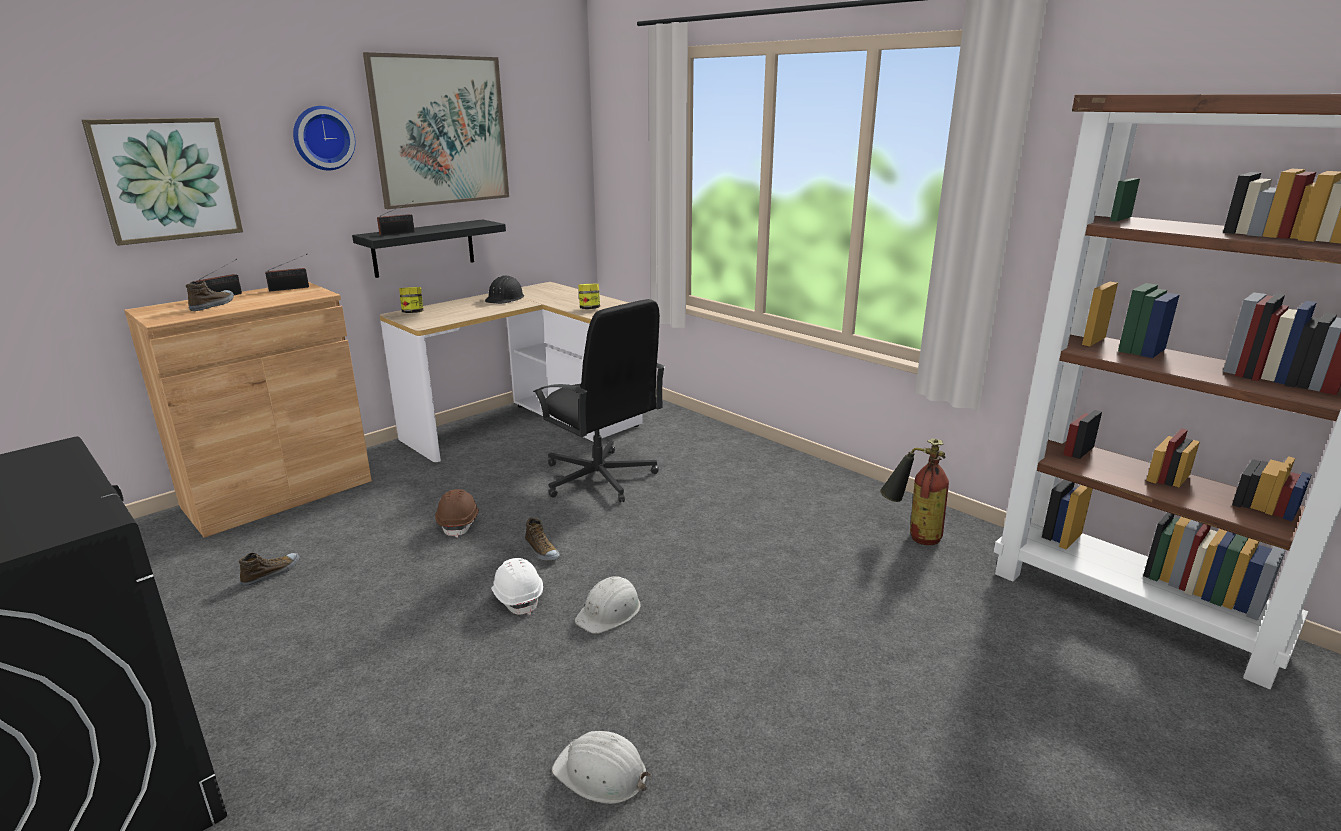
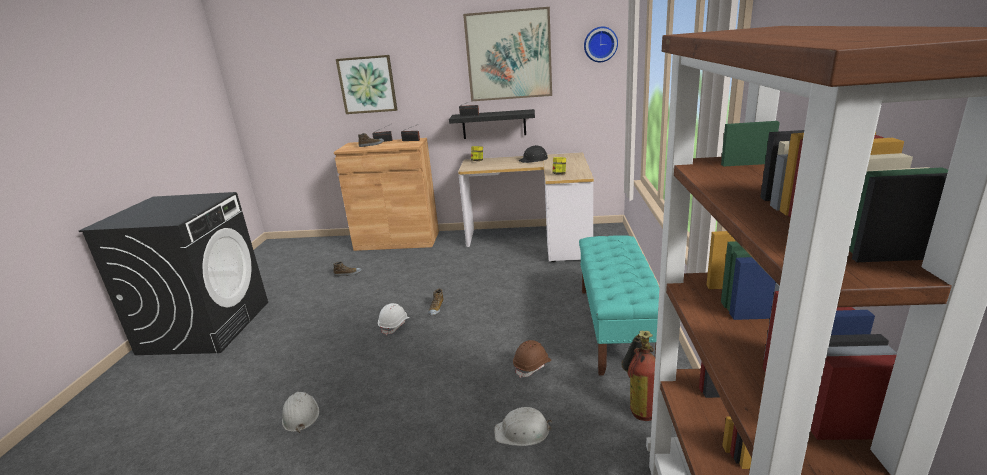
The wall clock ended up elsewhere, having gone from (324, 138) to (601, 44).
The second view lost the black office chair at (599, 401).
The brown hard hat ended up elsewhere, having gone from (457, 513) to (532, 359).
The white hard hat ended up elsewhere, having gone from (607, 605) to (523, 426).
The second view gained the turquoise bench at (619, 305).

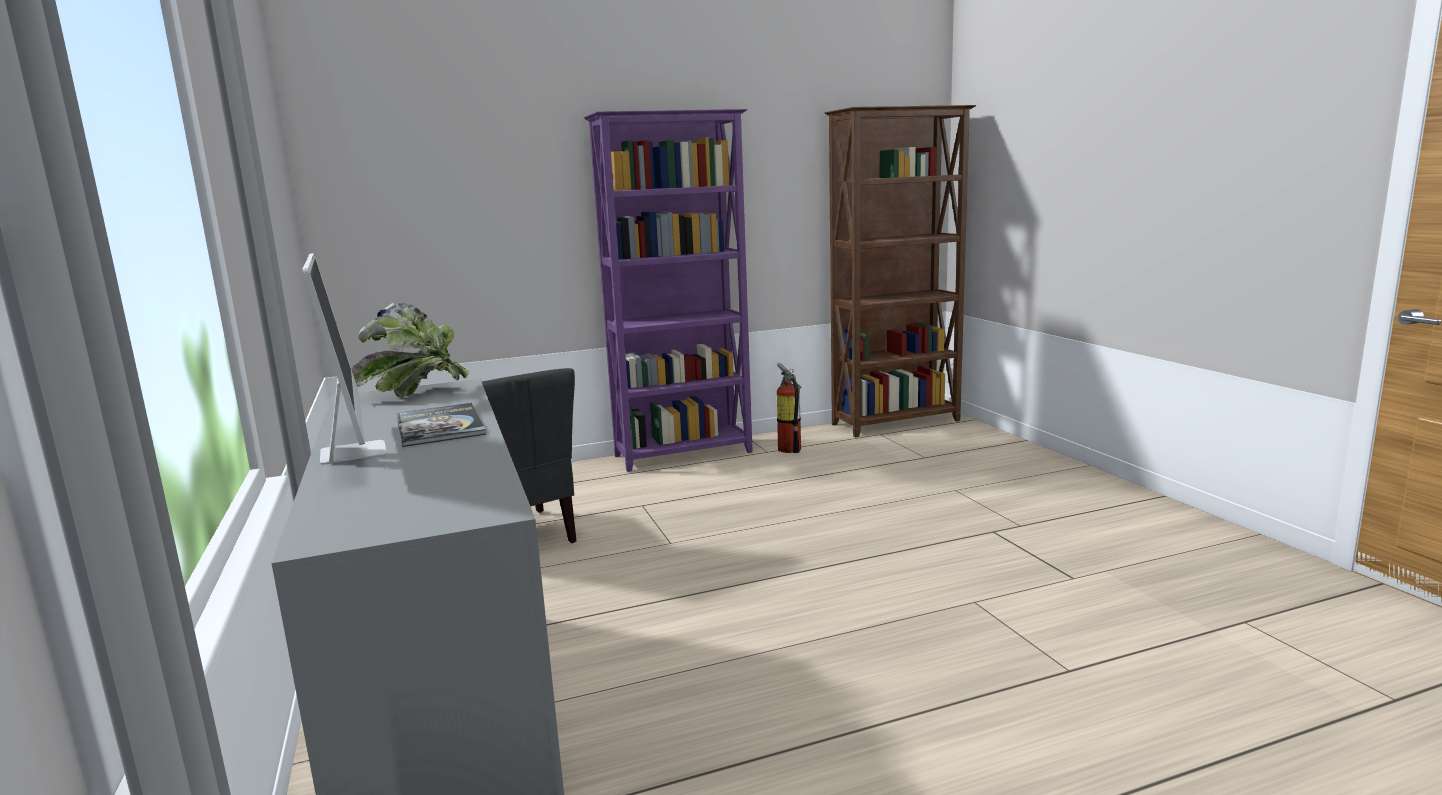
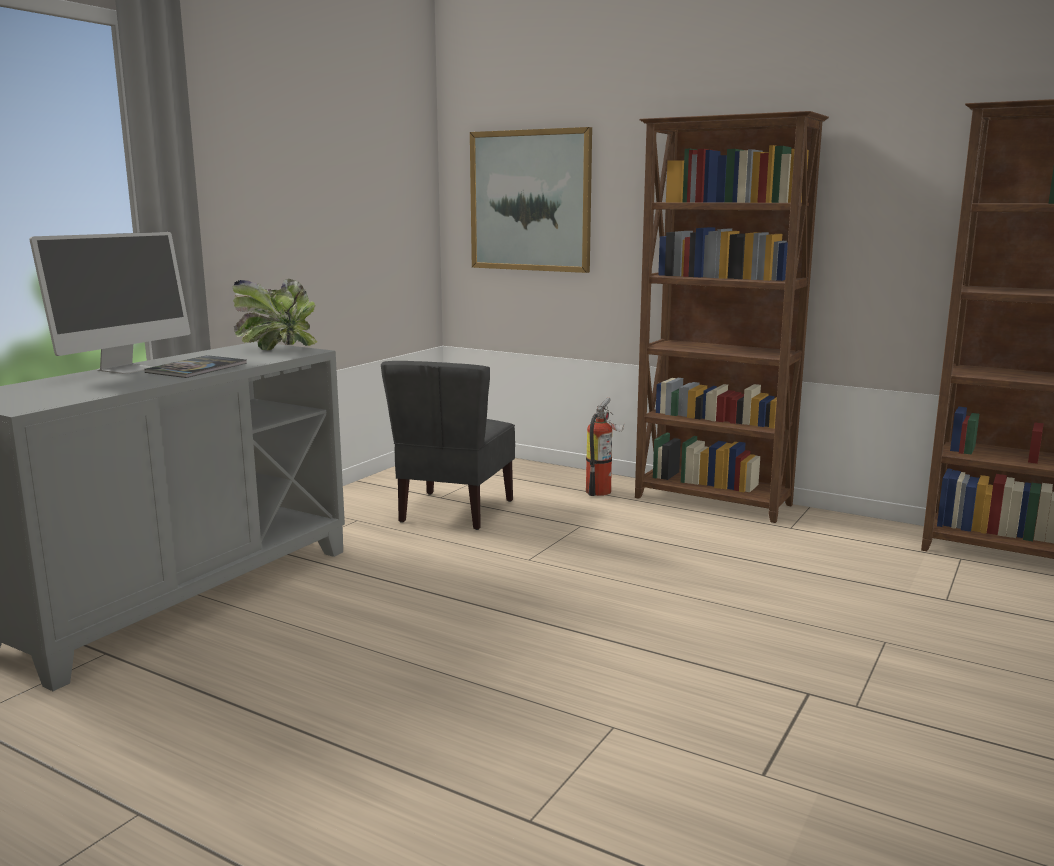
What was the purple bookcase at (668, 290) turned into the brown bookcase at (732, 317).
The fire extinguisher ended up elsewhere, having gone from (789, 408) to (605, 447).
The second view gained the picture at (531, 200).

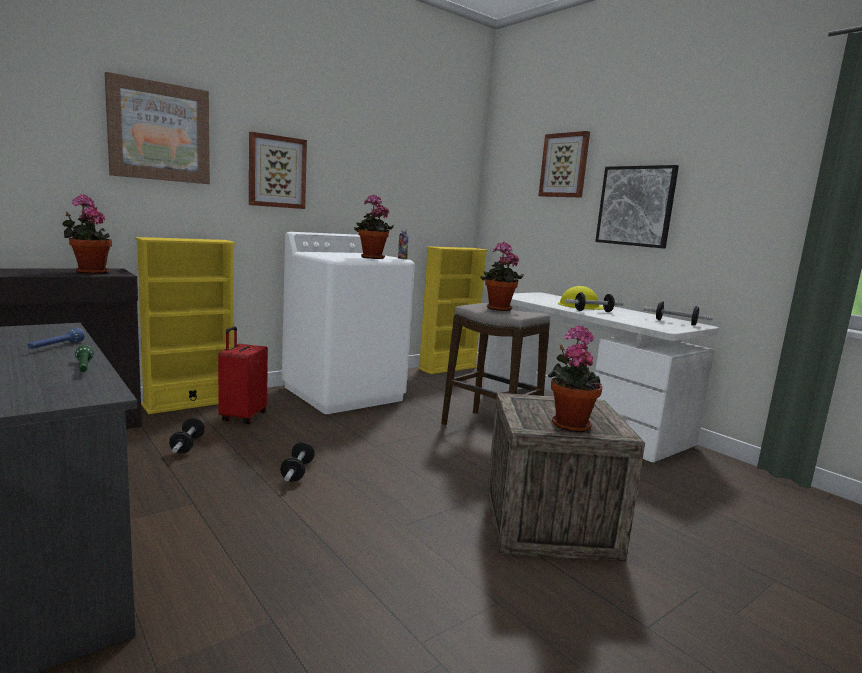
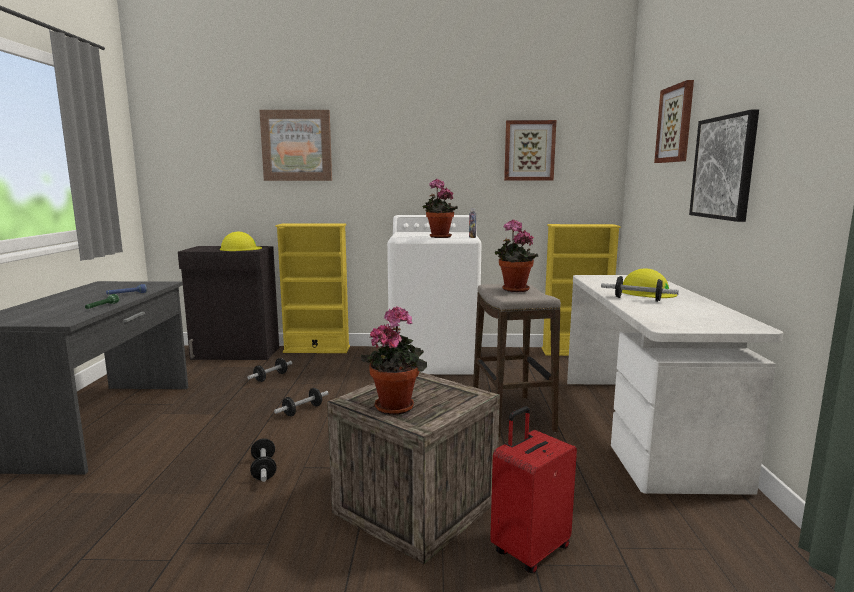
The picture ended up elsewhere, having gone from (278, 170) to (530, 150).
Where the potted plant stood at (87, 234), the yellow hard hat came to stand at (241, 241).
The dumbbell ended up elsewhere, having gone from (678, 313) to (263, 460).
The red suitcase ended up elsewhere, having gone from (243, 375) to (533, 489).

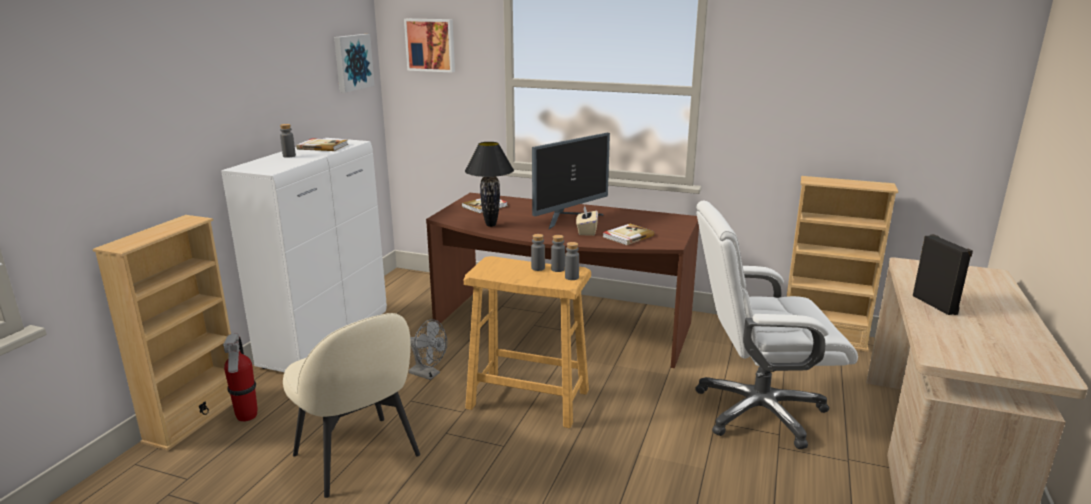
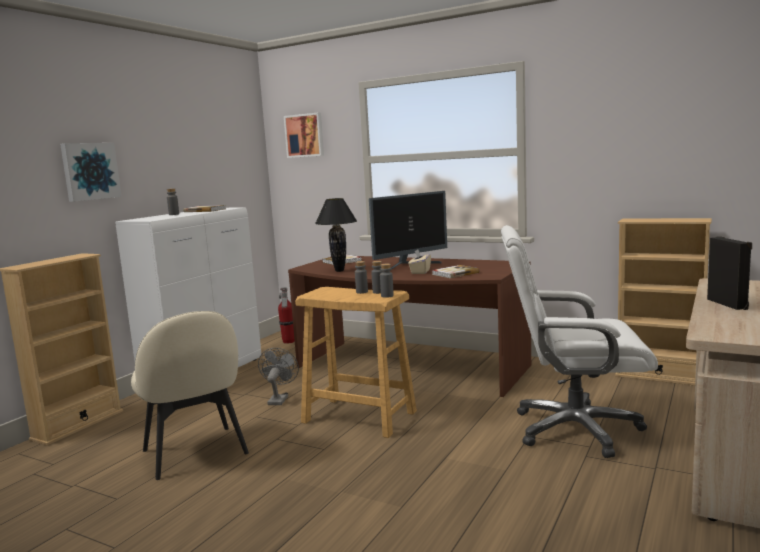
The picture ended up elsewhere, having gone from (354, 63) to (91, 172).
The grey fan at (428, 349) ended up facing another way, 120 degrees counterclockwise from before.
The fire extinguisher ended up elsewhere, having gone from (240, 378) to (286, 315).

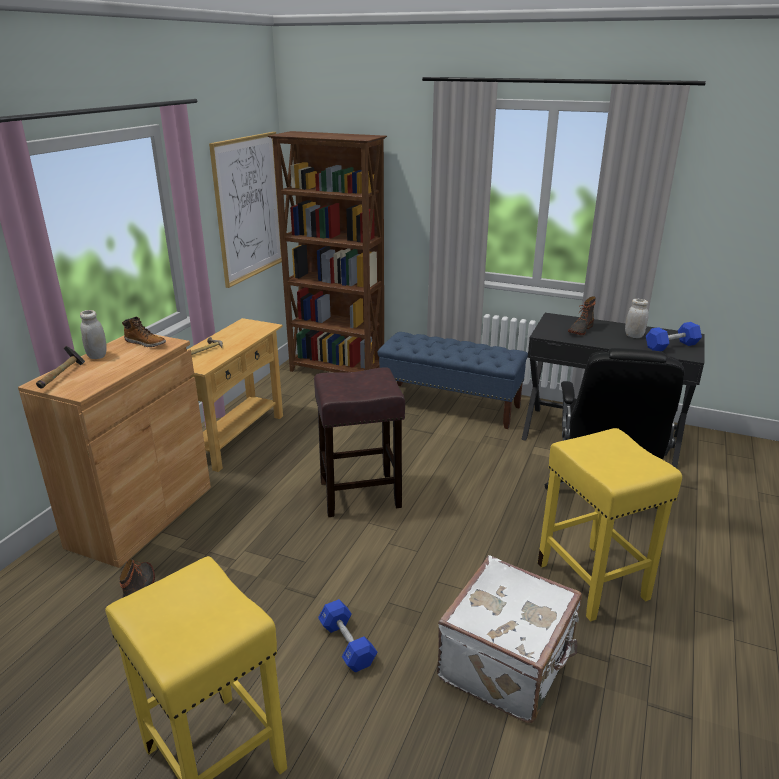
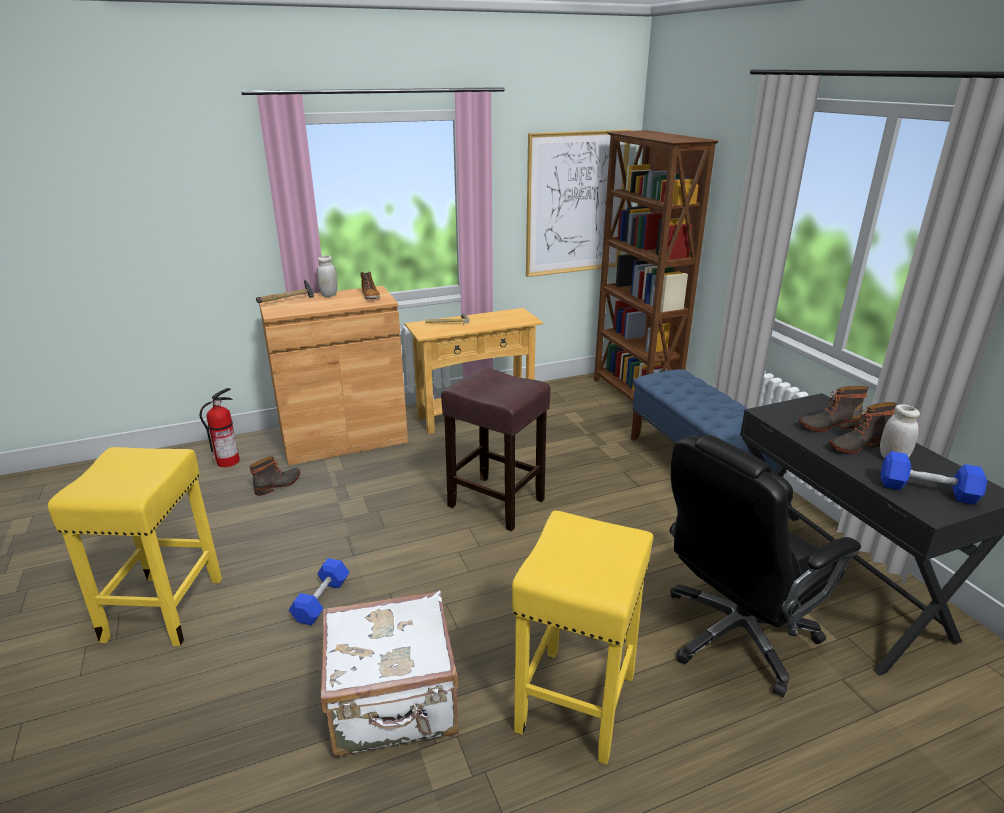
The second view gained the fire extinguisher at (220, 427).
The second view gained the boot at (862, 428).

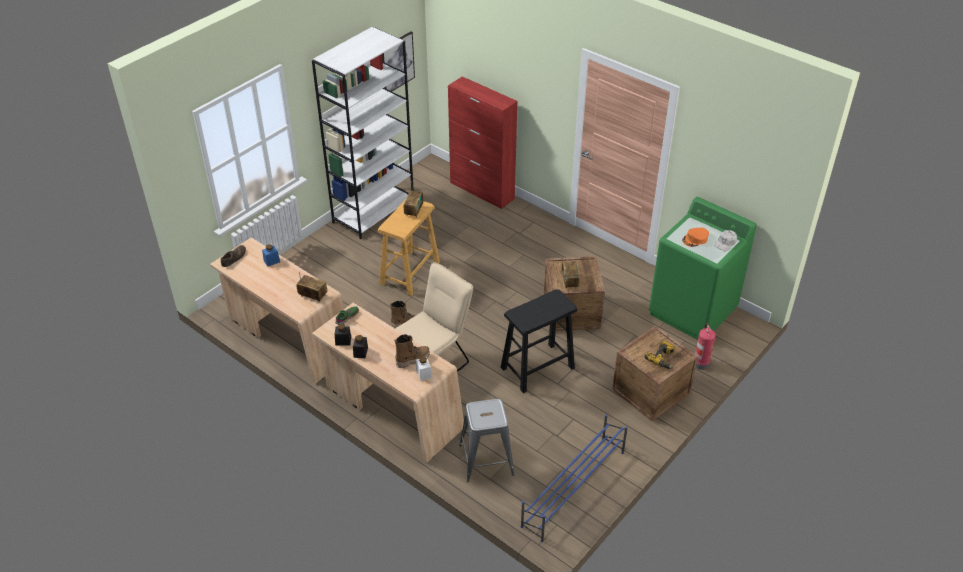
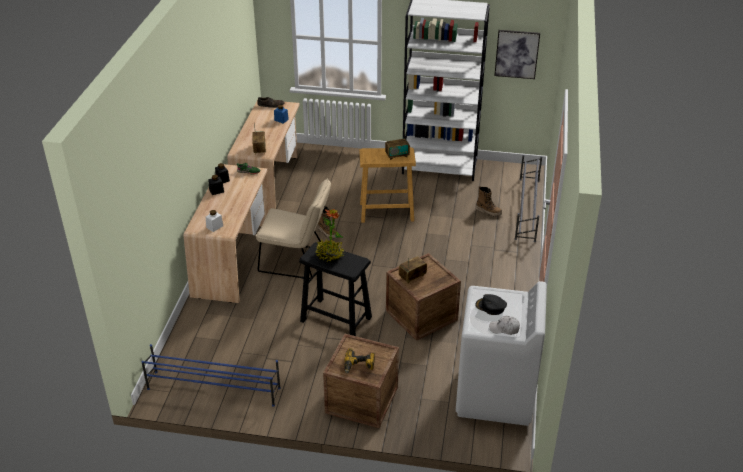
Where the red cabinet stood at (482, 142), the grey shoe rack came to stand at (528, 198).
What was the green washing machine at (703, 268) turned into the white washing machine at (501, 353).
What was the orange cap at (695, 237) turned into the black cap at (491, 304).
The second view lost the fire extinguisher at (705, 346).
The boot ended up elsewhere, having gone from (412, 351) to (489, 201).
The second view lost the grey stool at (487, 440).
The second view gained the potted plant at (330, 235).

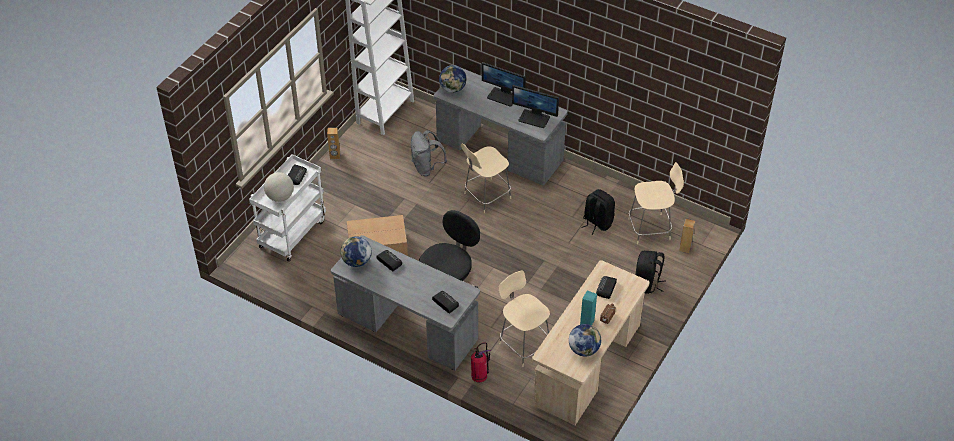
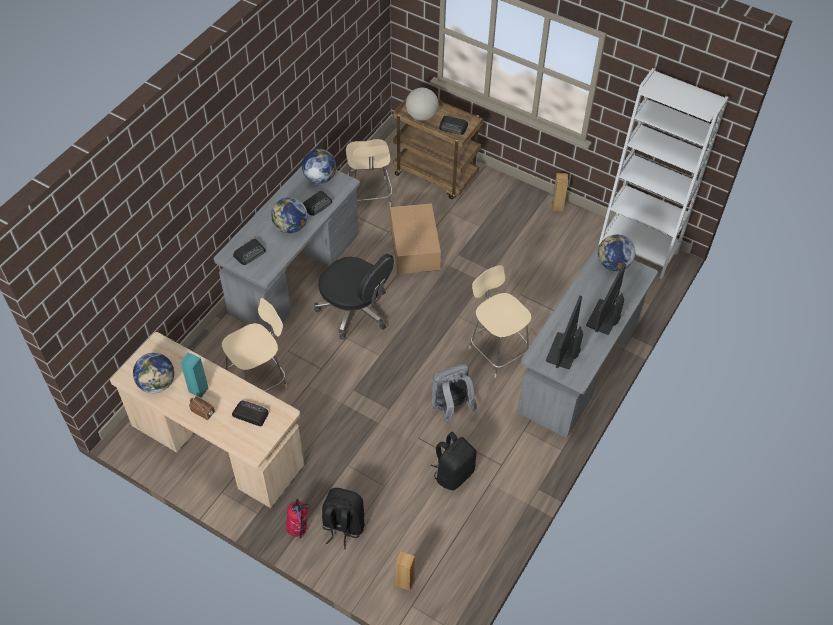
The grey backpack ended up elsewhere, having gone from (429, 153) to (455, 393).
What was the white cart at (287, 208) turned into the brown cart at (438, 149).
The beige chair ended up elsewhere, having gone from (656, 203) to (369, 172).
The fire extinguisher ended up elsewhere, having gone from (481, 362) to (298, 518).
The second view gained the globe at (289, 215).

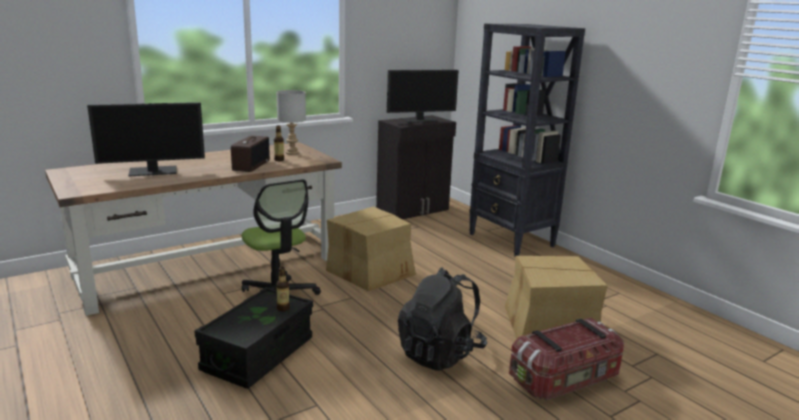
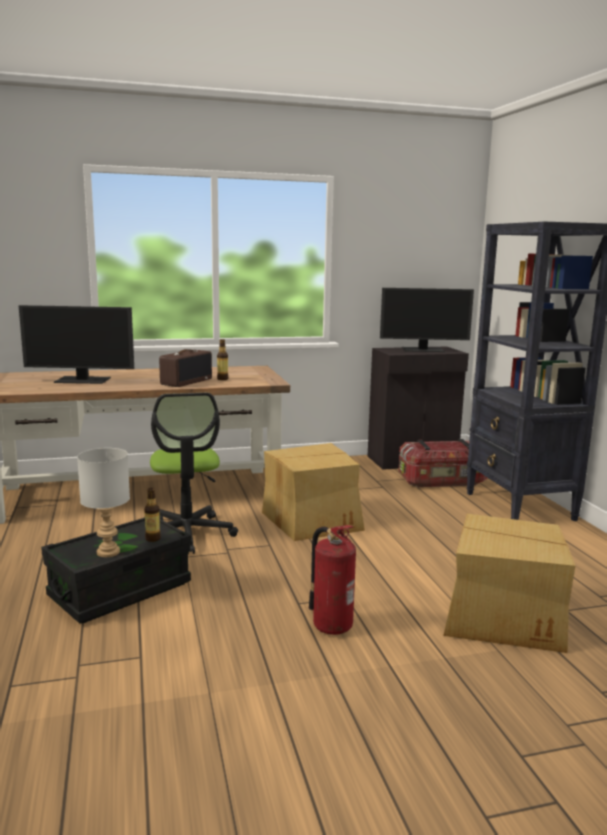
The grey table lamp ended up elsewhere, having gone from (291, 122) to (103, 502).
Where the black backpack stood at (442, 319), the fire extinguisher came to stand at (332, 580).
The storage box ended up elsewhere, having gone from (566, 358) to (443, 463).

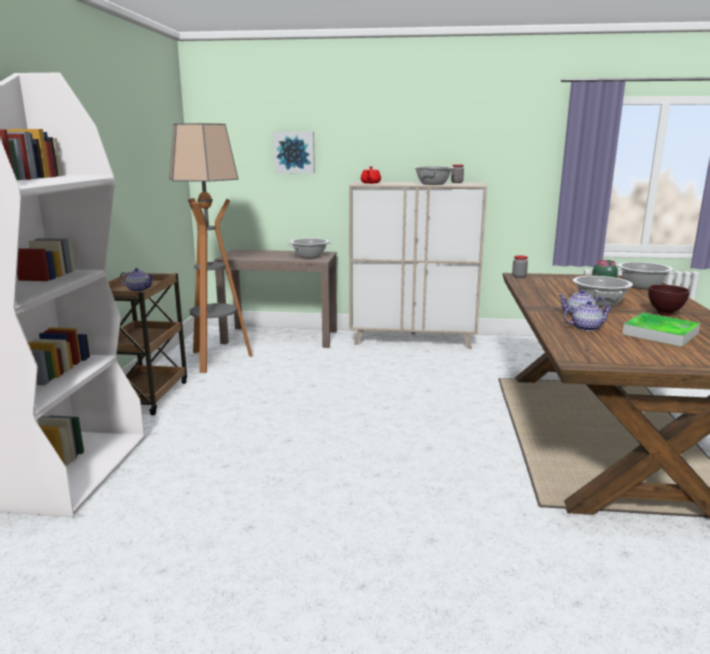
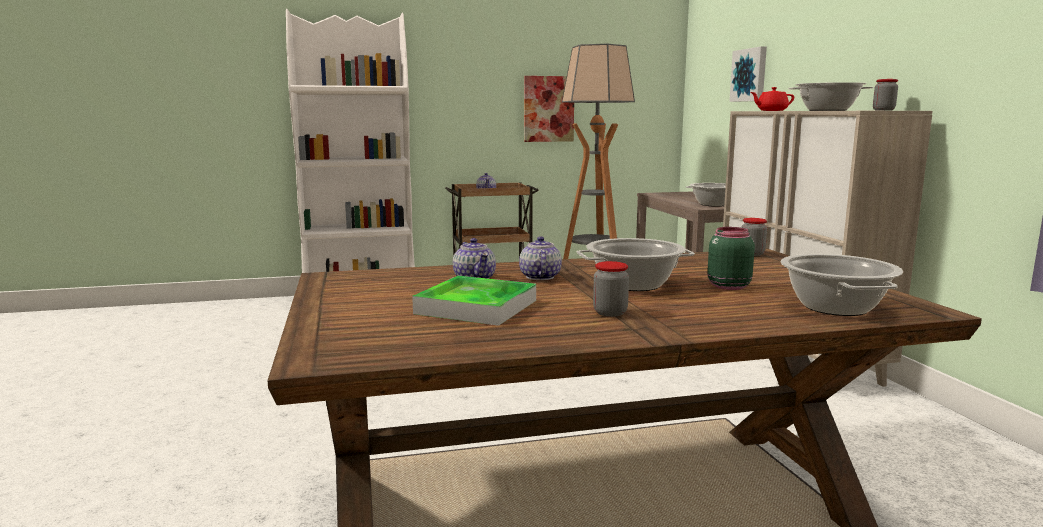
Where the brown bowl stood at (669, 300), the jar came to stand at (611, 289).
The second view gained the picture at (549, 109).

